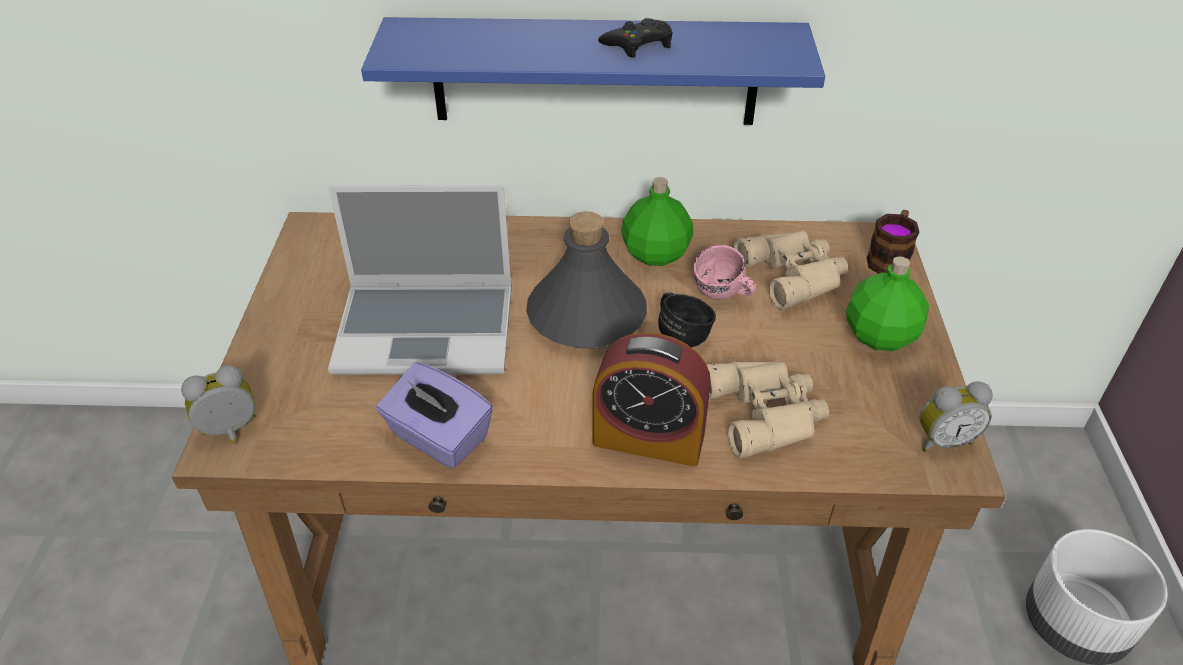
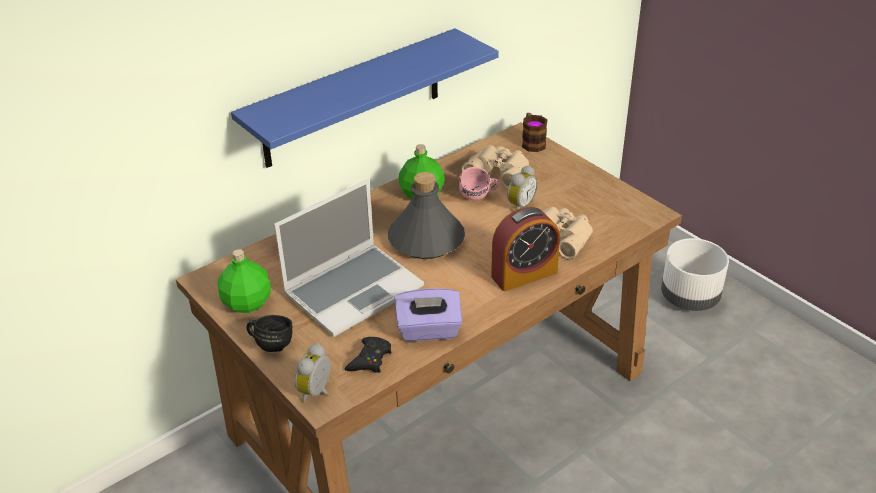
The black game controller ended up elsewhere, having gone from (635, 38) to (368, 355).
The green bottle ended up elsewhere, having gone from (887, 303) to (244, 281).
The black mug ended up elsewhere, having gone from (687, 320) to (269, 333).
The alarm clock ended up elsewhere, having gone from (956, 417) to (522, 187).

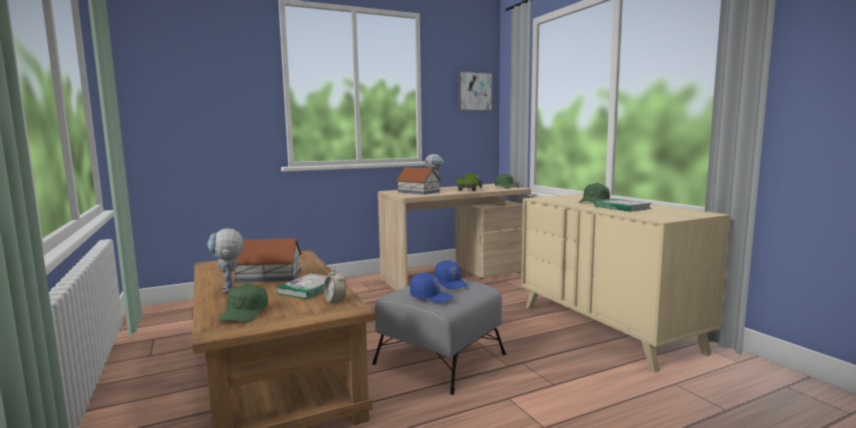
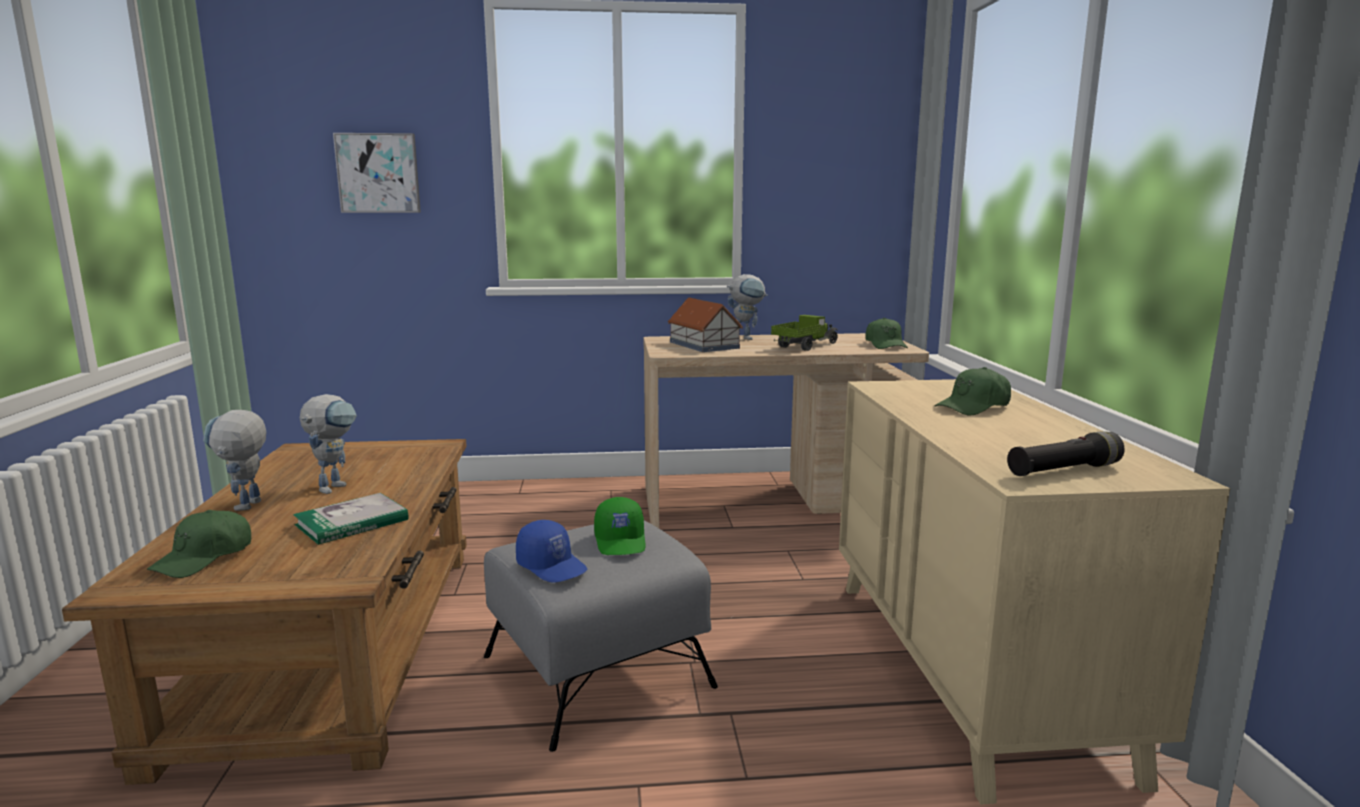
The picture ended up elsewhere, having gone from (475, 91) to (377, 173).
The second view lost the book at (623, 205).
Where the toy house stood at (268, 260), the toy robot came to stand at (328, 444).
What was the blue cap at (451, 274) turned into the green cap at (620, 526).
The second view lost the alarm clock at (335, 285).
The second view gained the black flashlight at (1066, 454).

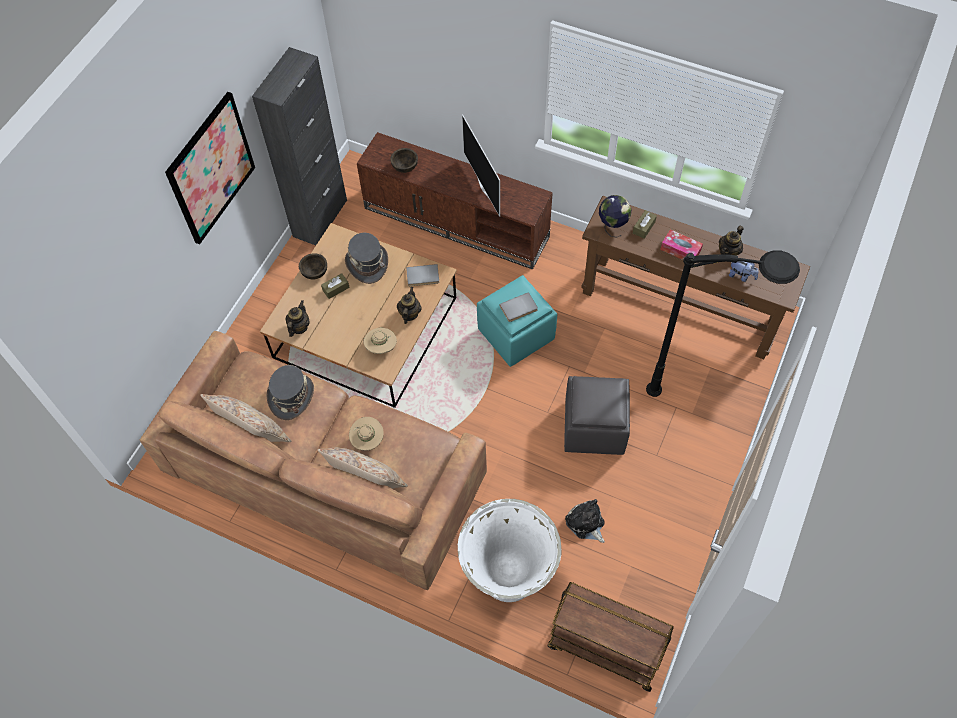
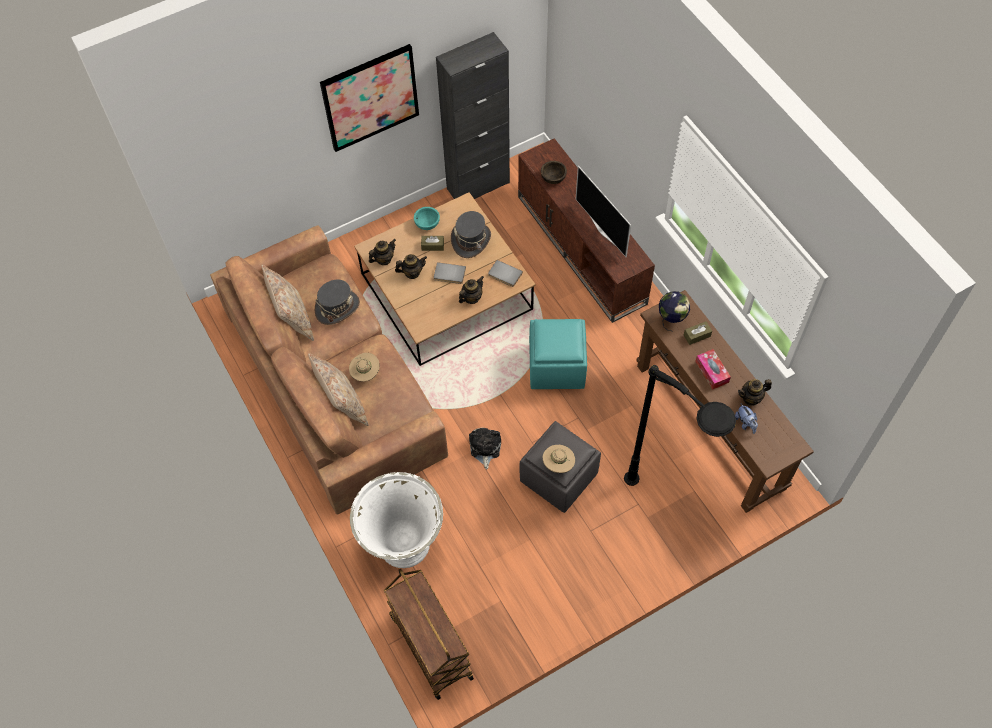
The television at (481, 165) ended up facing another way, 45 degrees counterclockwise from before.
What was the brown bowl at (313, 266) turned into the turquoise bowl at (427, 218).
The grey book ended up elsewhere, having gone from (519, 307) to (450, 273).
The beige hat ended up elsewhere, having gone from (380, 341) to (559, 459).
The plush toy ended up elsewhere, having gone from (585, 521) to (485, 448).
The second view gained the teapot at (411, 266).

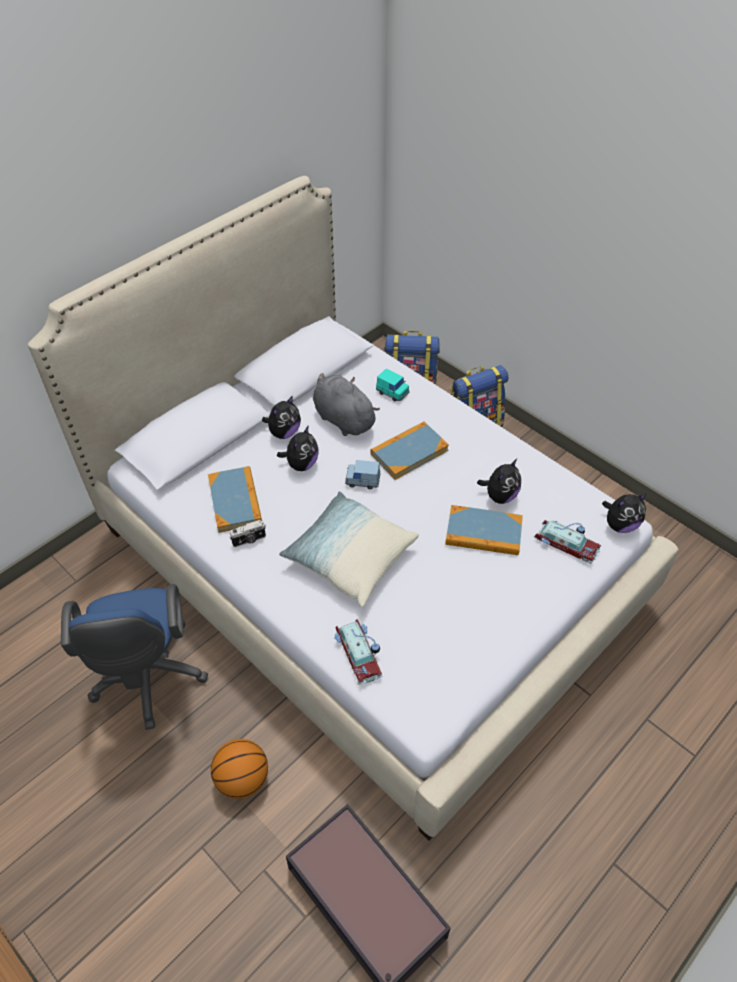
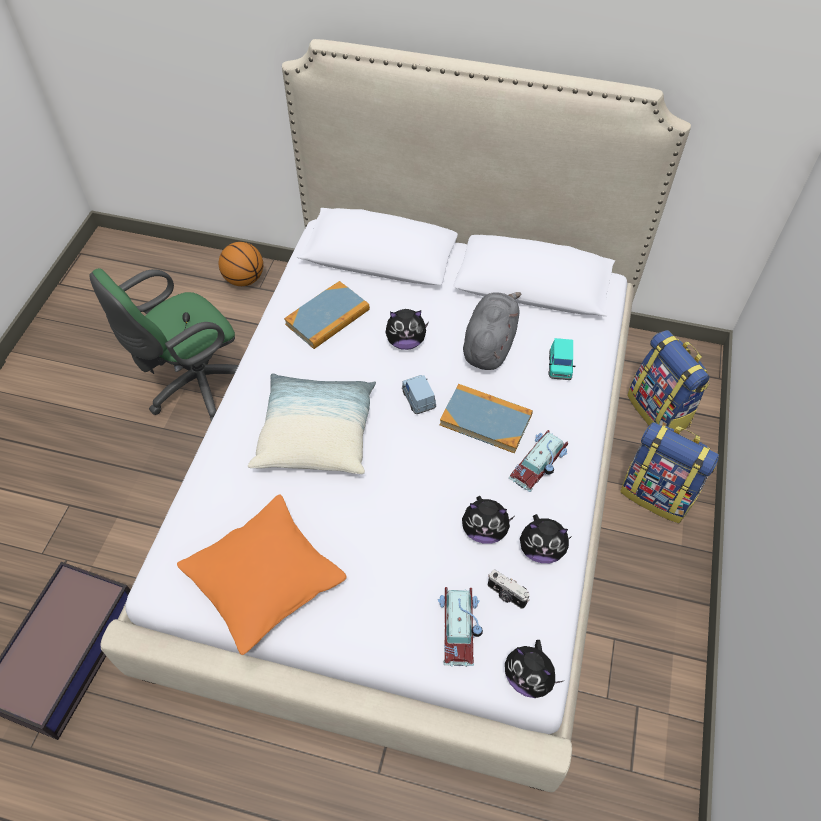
The plush toy ended up elsewhere, having gone from (281, 417) to (546, 538).
The second view lost the book at (484, 530).
The photo camera ended up elsewhere, having gone from (247, 533) to (509, 589).
What was the blue office chair at (134, 657) turned into the green office chair at (164, 345).
The toy car ended up elsewhere, having gone from (358, 652) to (538, 461).
The basketball ended up elsewhere, having gone from (239, 769) to (241, 264).
The second view gained the orange pillow at (262, 574).

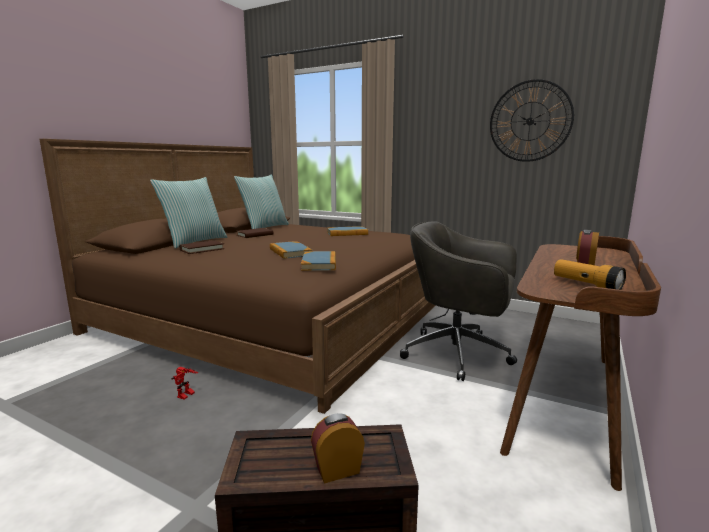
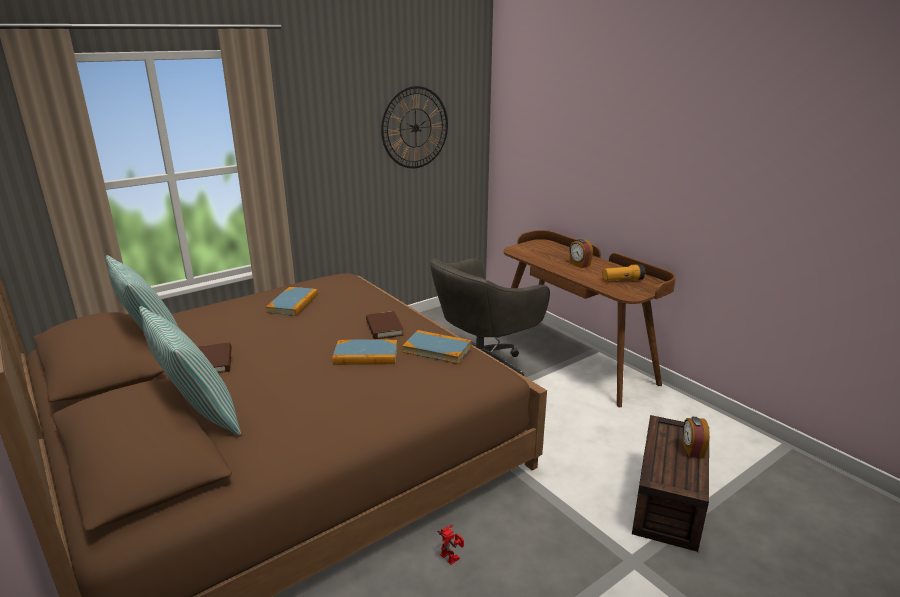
The brown book ended up elsewhere, having gone from (202, 247) to (385, 325).

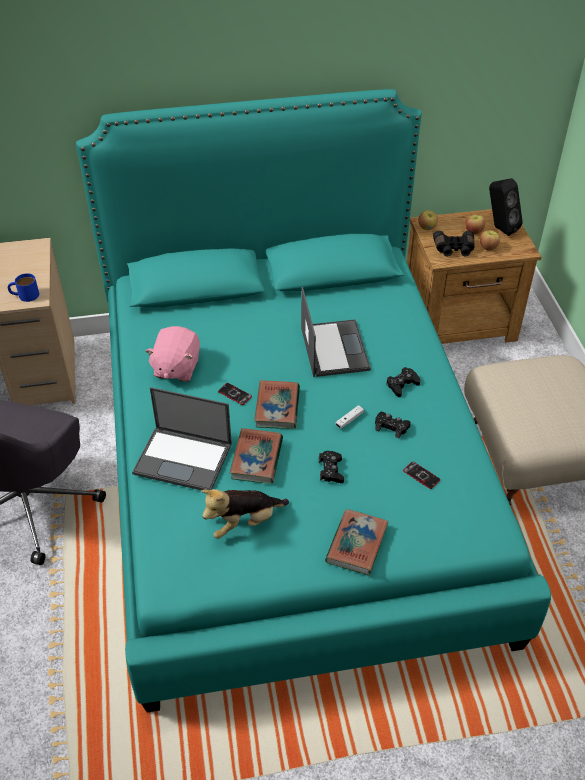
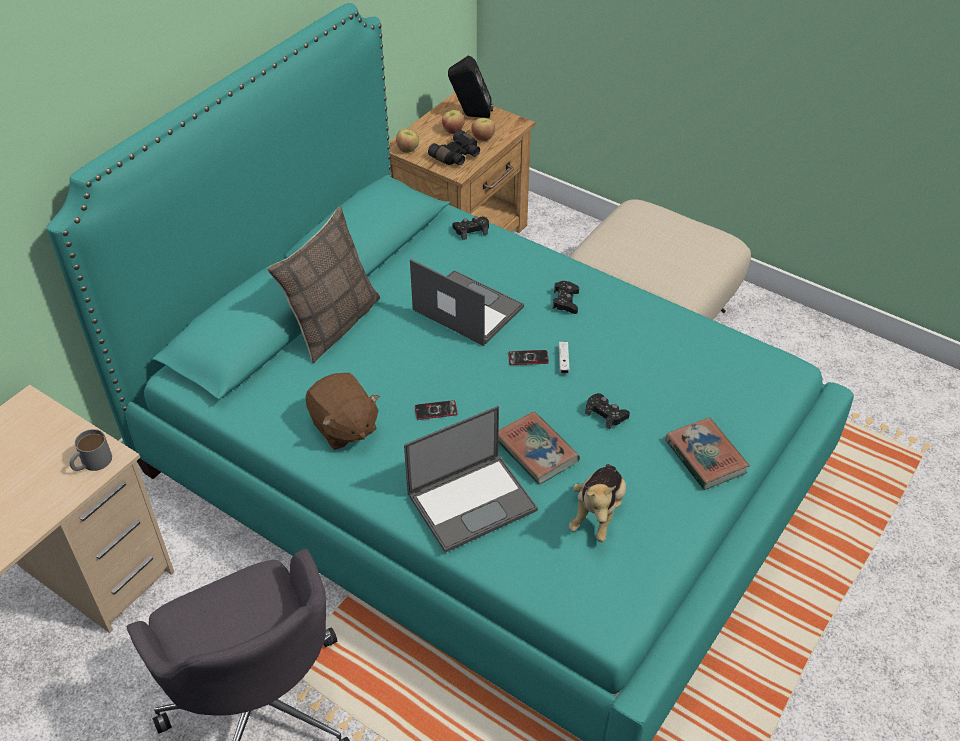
What was the blue mug at (23, 287) turned into the grey mug at (90, 450).
What was the pink plush toy at (172, 354) turned into the brown plush toy at (343, 411).
The second view lost the book at (277, 404).
The black game controller ended up elsewhere, having gone from (393, 425) to (471, 228).
The phone ended up elsewhere, having gone from (421, 475) to (528, 357).
The second view gained the pillow at (323, 284).

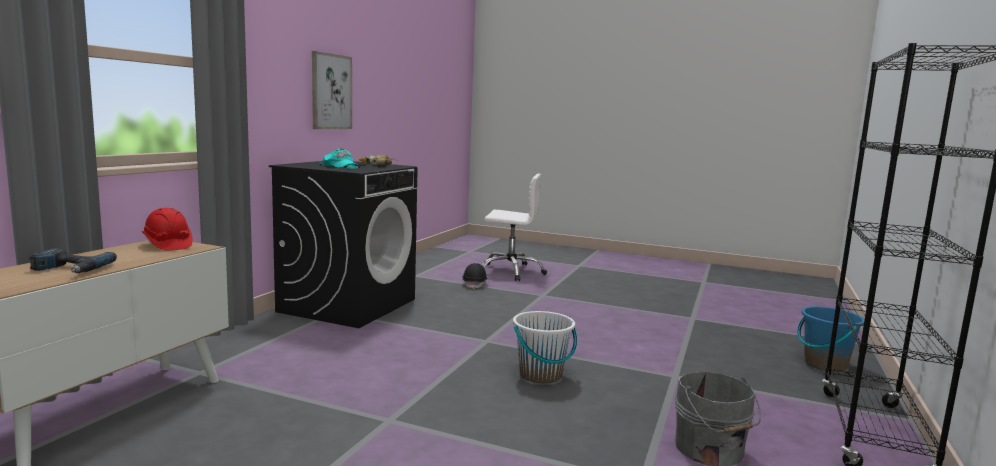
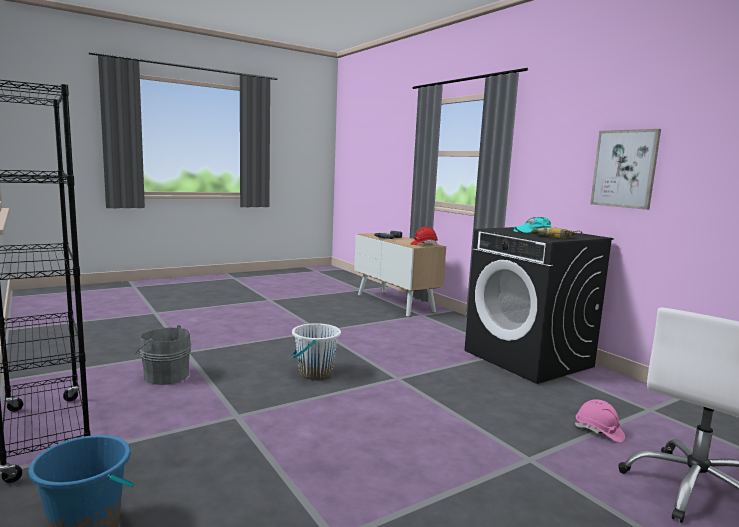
What was the black hard hat at (475, 276) turned into the pink hard hat at (600, 421).

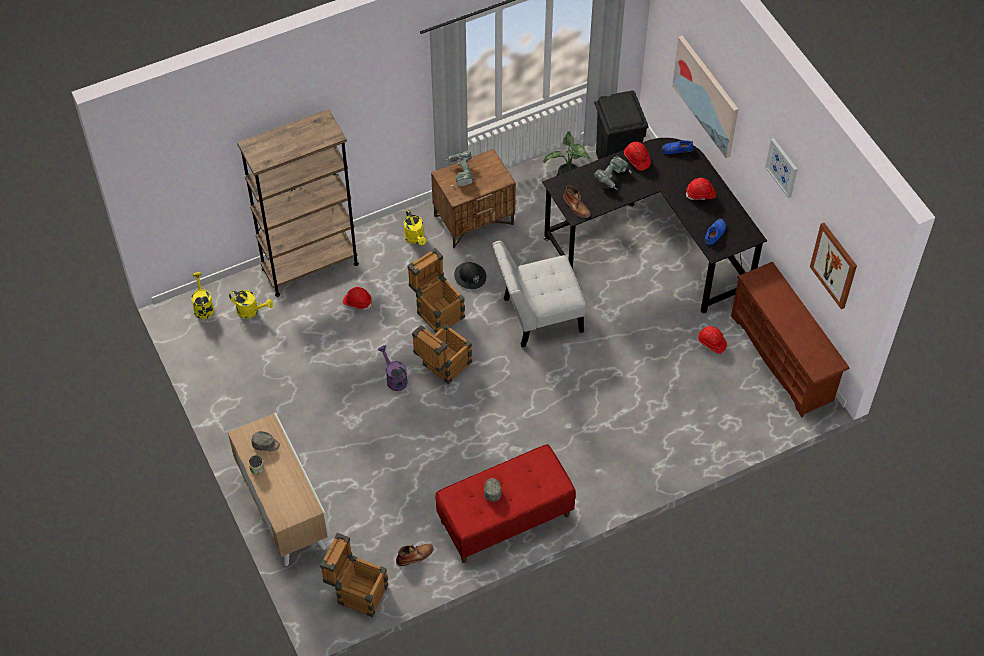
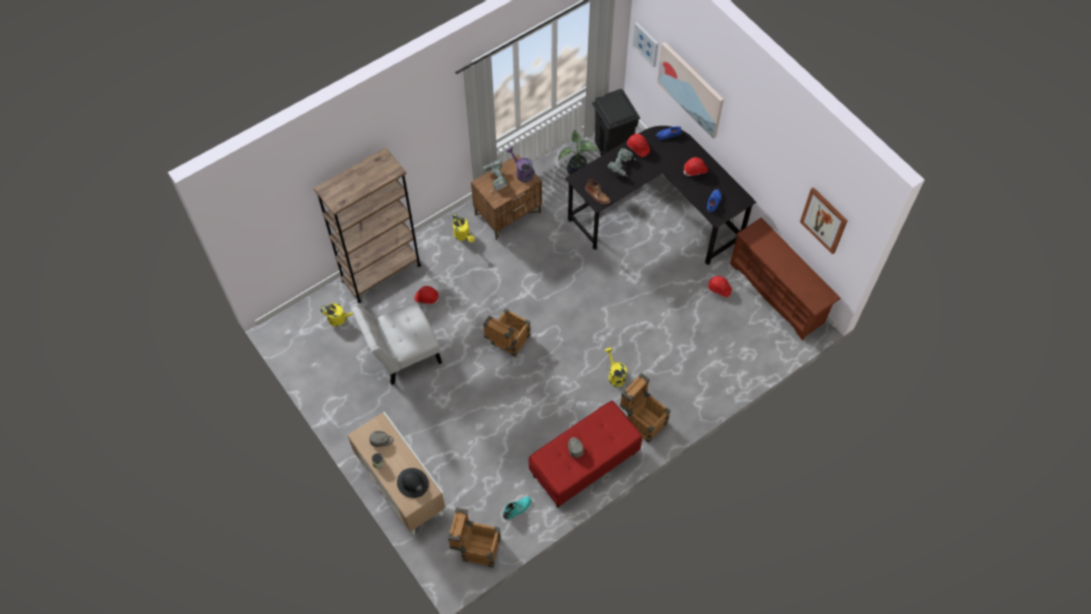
The picture ended up elsewhere, having gone from (781, 168) to (645, 44).
The white chair ended up elsewhere, having gone from (539, 294) to (396, 343).
The crate ended up elsewhere, having gone from (436, 290) to (645, 408).
The black hard hat ended up elsewhere, having gone from (470, 275) to (413, 483).
The yellow watering can ended up elsewhere, having gone from (202, 295) to (616, 367).
The purple watering can ended up elsewhere, having gone from (393, 368) to (521, 164).
What was the brown boot at (414, 555) turned into the turquoise boot at (517, 508).

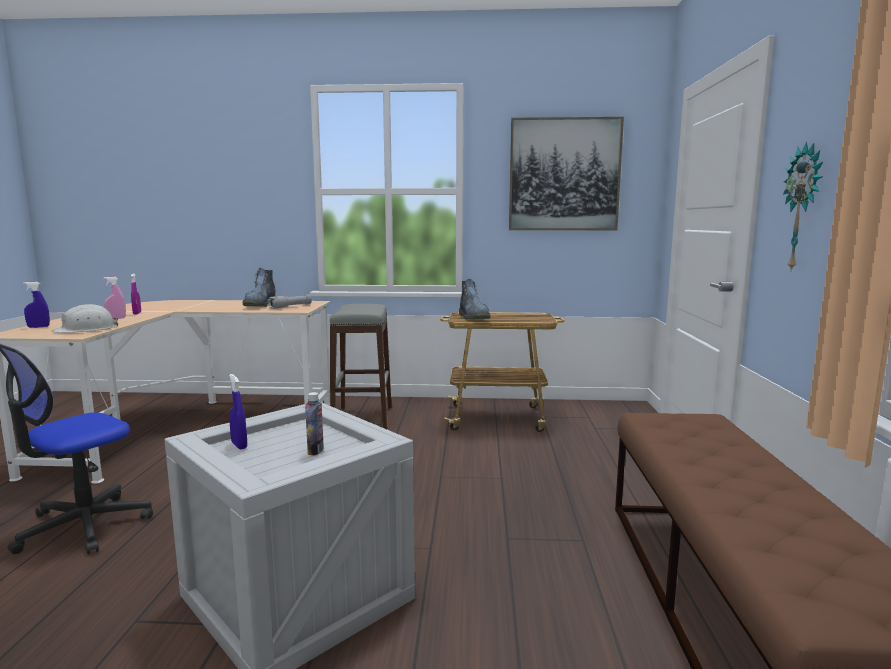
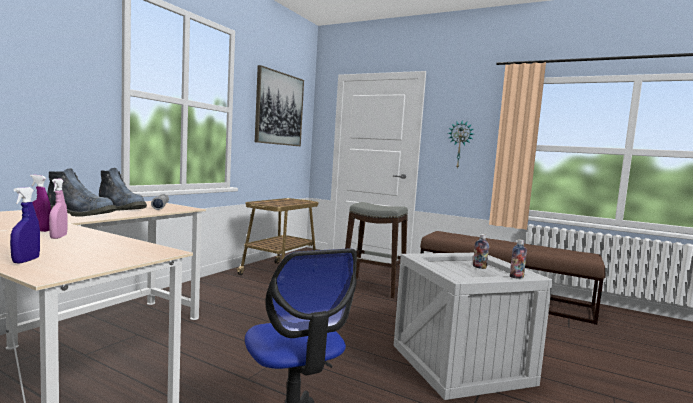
The boot ended up elsewhere, having gone from (474, 299) to (82, 192).
The second view lost the white hard hat at (85, 318).
The grey stool ended up elsewhere, having gone from (361, 366) to (376, 250).
The second view lost the blue spray bottle at (238, 411).
The second view gained the bottle at (518, 258).

